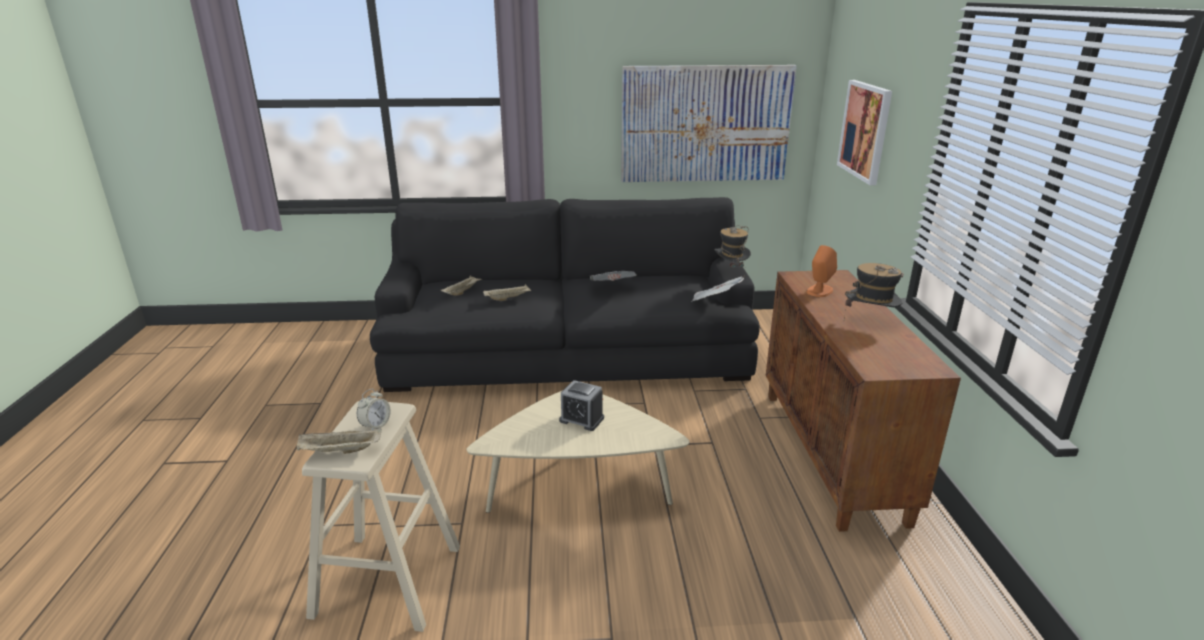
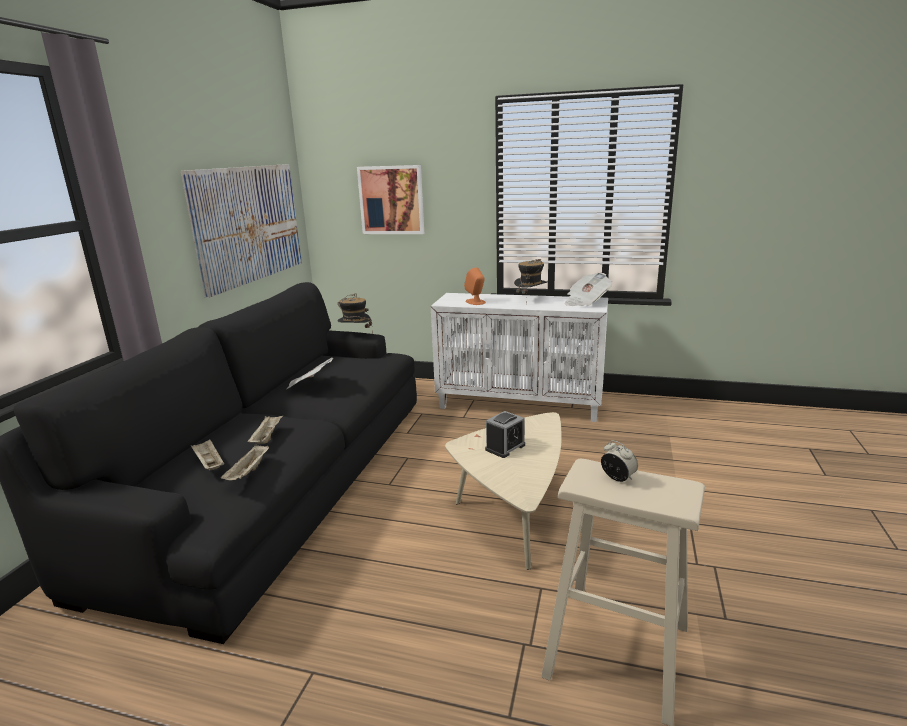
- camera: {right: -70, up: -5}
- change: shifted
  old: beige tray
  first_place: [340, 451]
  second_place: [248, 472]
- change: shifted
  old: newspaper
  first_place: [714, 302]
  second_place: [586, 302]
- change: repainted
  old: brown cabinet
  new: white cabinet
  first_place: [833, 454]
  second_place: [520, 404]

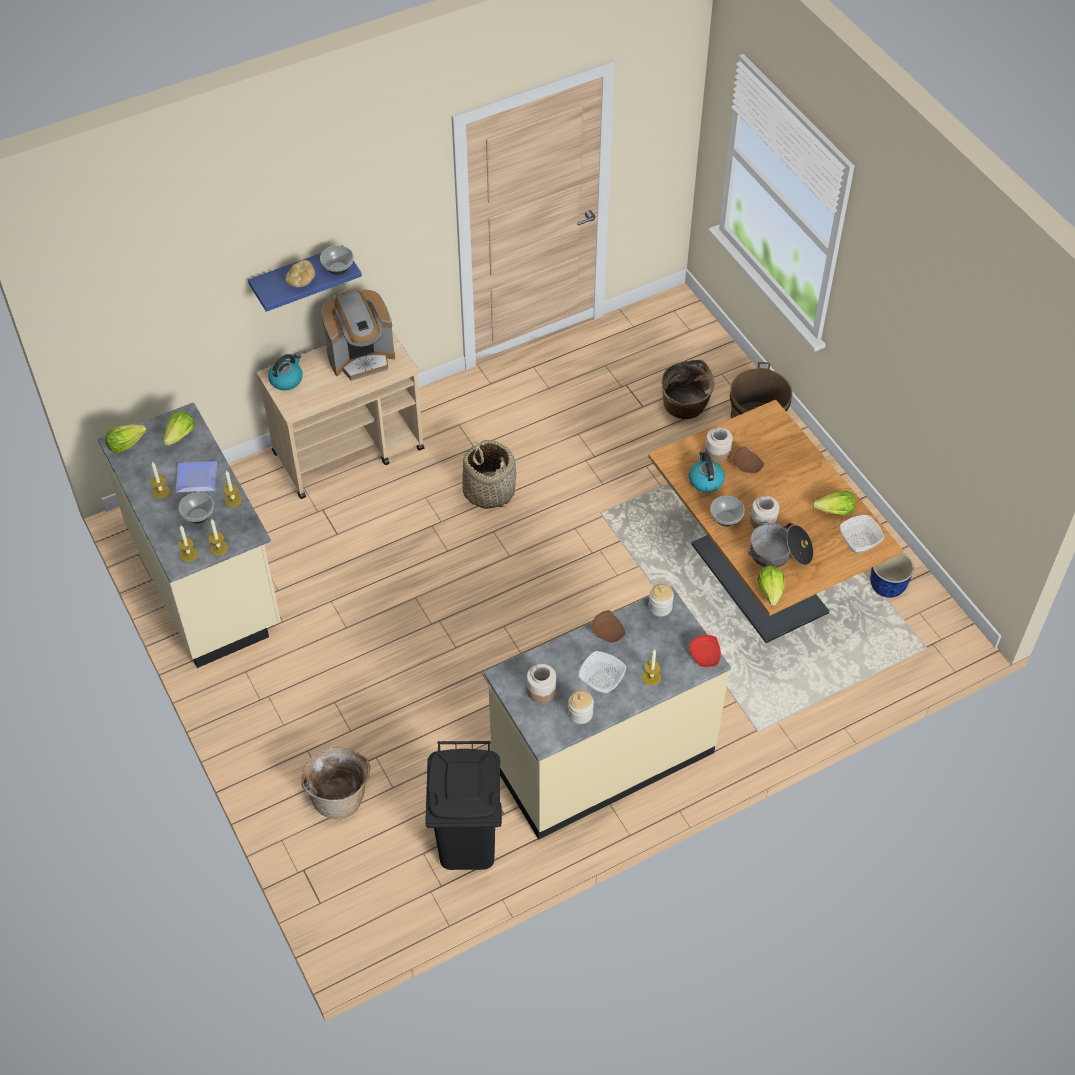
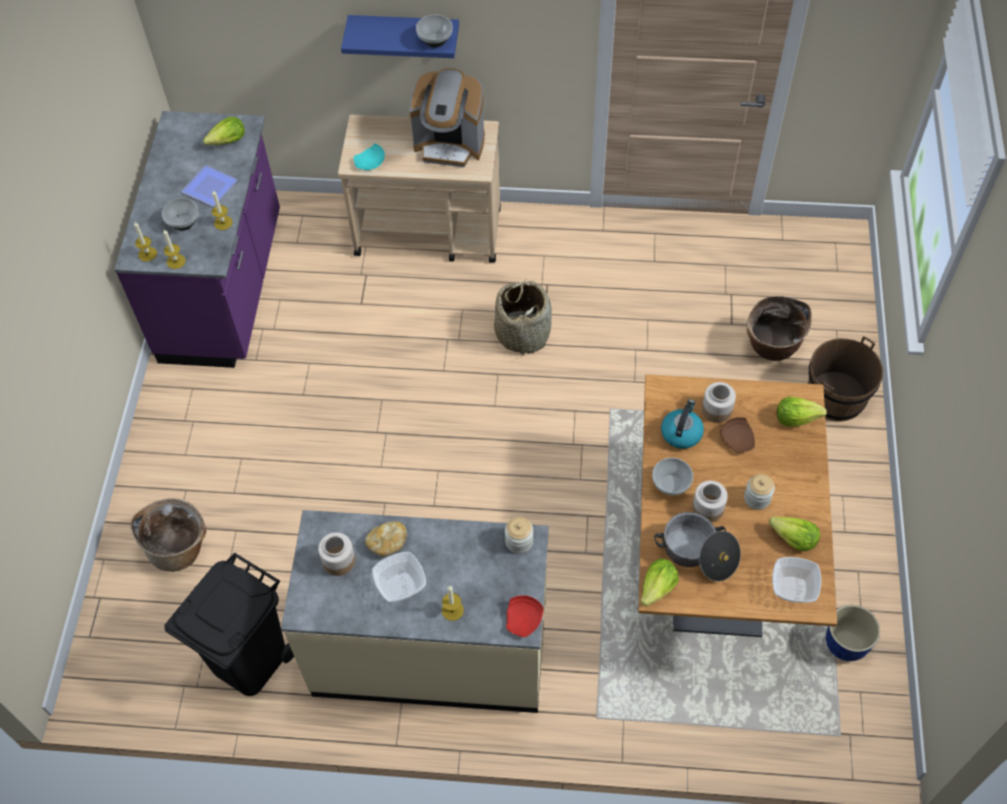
- camera: {right: 35, up: 5}
- change: repainted
  old: beige counter
  new: purple counter
  first_place: [207, 580]
  second_place: [225, 288]
- change: shifted
  old: lettuce
  first_place: [126, 443]
  second_place: [796, 417]
- change: gone
  old: candle
  first_place: [161, 491]
- change: gone
  old: kettle
  first_place: [286, 380]
- change: shifted
  old: bread
  first_place: [301, 280]
  second_place: [387, 543]
- change: shifted
  old: jar
  first_place: [580, 714]
  second_place: [757, 498]
- change: gone
  old: brown plate
  first_place: [608, 631]
- change: new
  new: turquoise plate
  second_place: [370, 163]

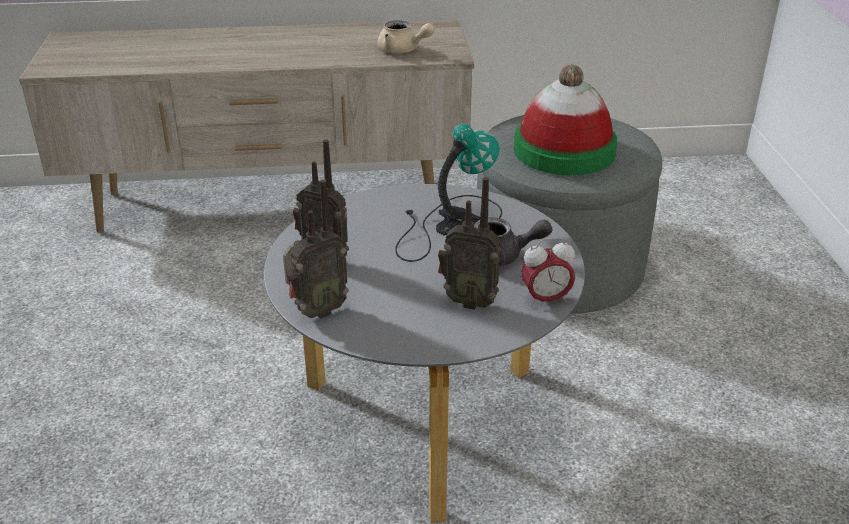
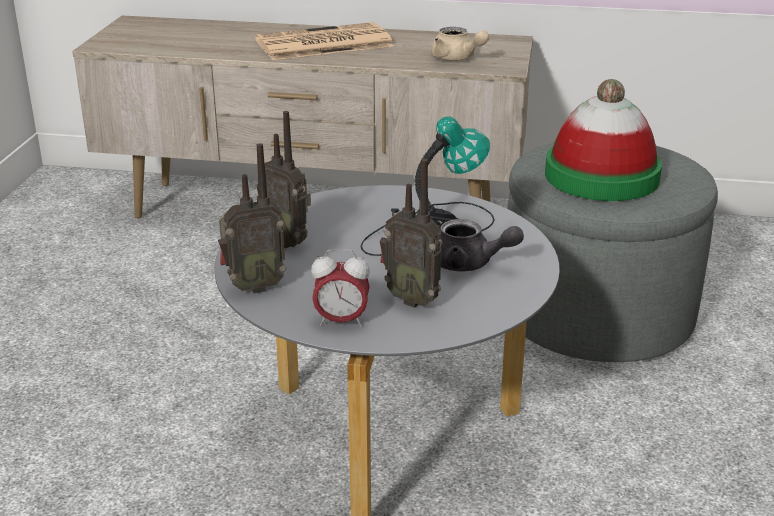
- camera: {right: 15, up: -5}
- change: shifted
  old: alarm clock
  first_place: [545, 300]
  second_place: [341, 321]
- change: new
  new: newspaper
  second_place: [322, 44]

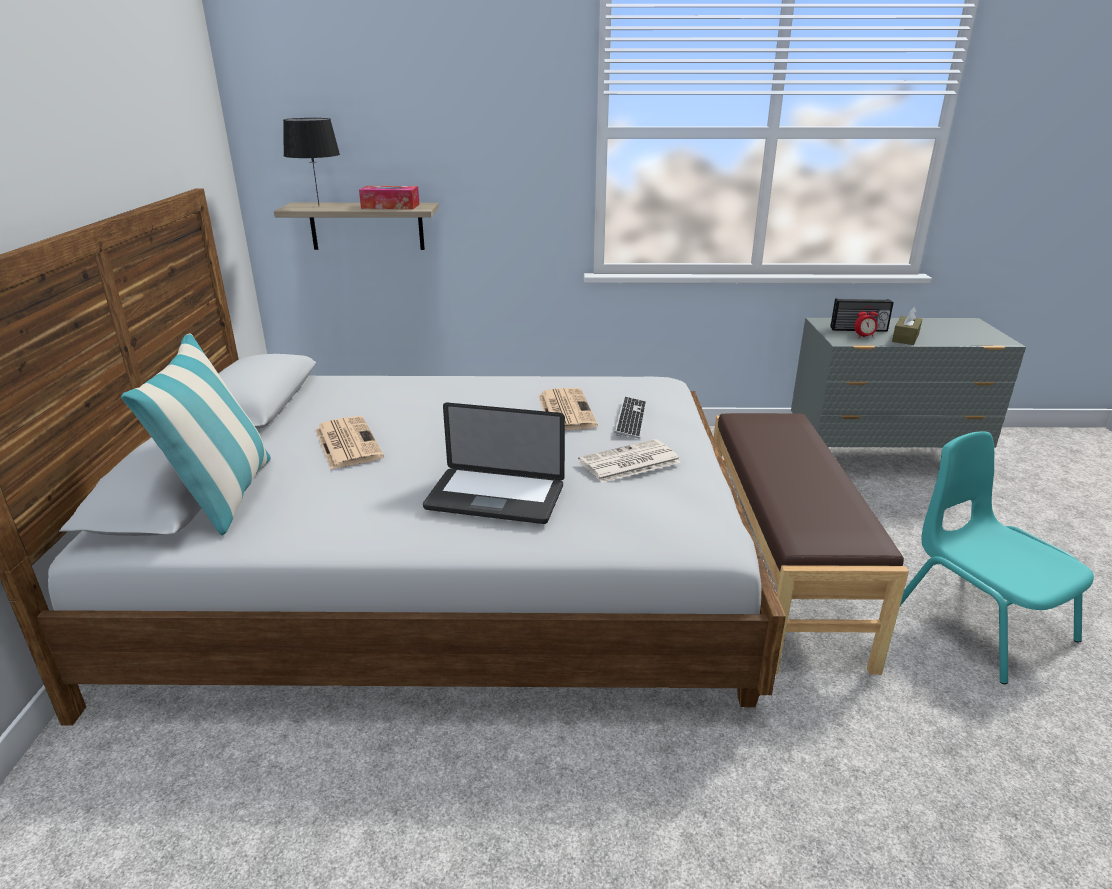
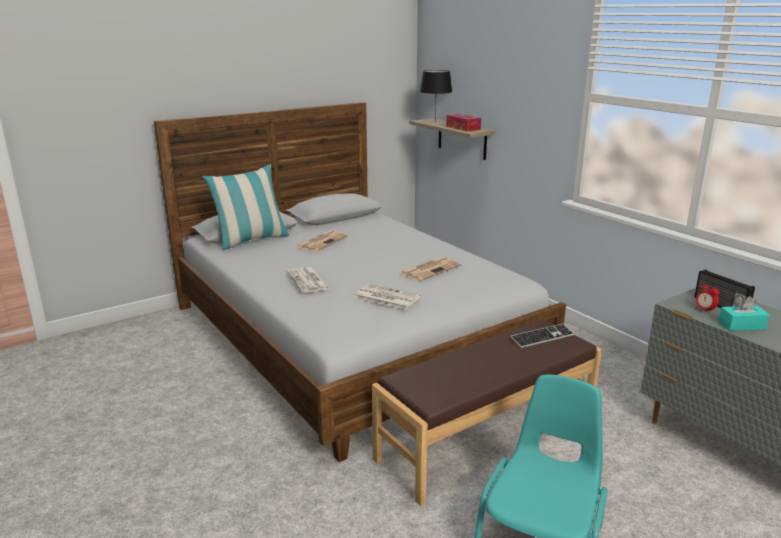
- camera: {right: 55, up: -5}
- change: swapped
  old: laptop
  new: newspaper
  first_place: [495, 497]
  second_place: [308, 281]
- change: shifted
  old: keyboard
  first_place: [631, 419]
  second_place: [542, 337]
- change: repainted
  old: brown tissue box
  new: turquoise tissue box
  first_place: [905, 338]
  second_place: [741, 325]

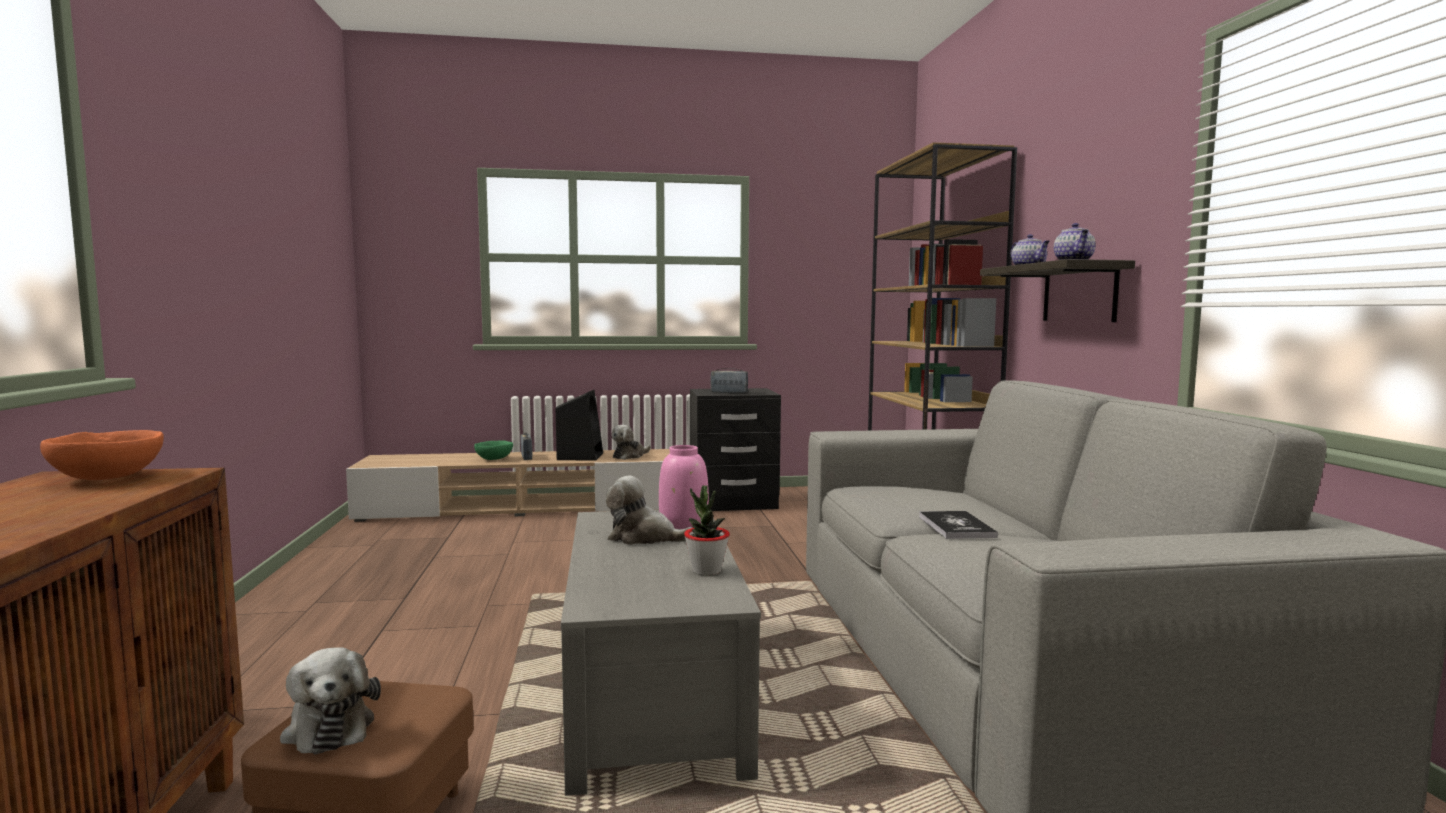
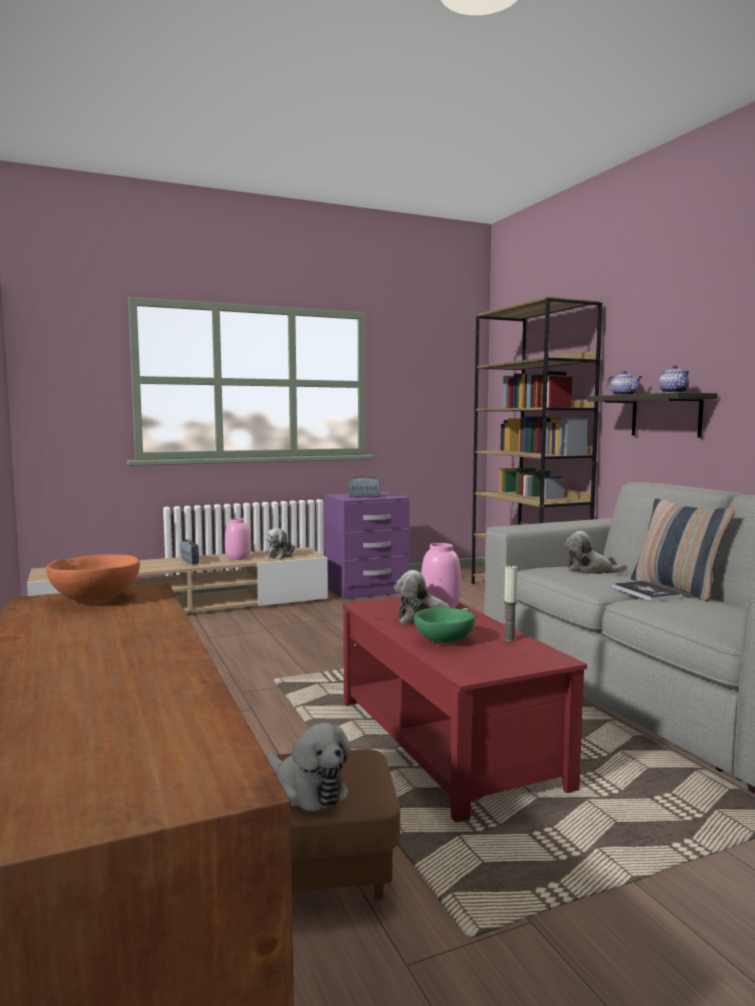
- camera: {right: -15, up: 0}
- change: shifted
  old: green bowl
  first_place: [494, 459]
  second_place: [444, 640]
- change: swapped
  old: black speaker
  new: pink vase
  first_place: [580, 456]
  second_place: [237, 558]
- change: repainted
  old: grey coffee table
  new: red coffee table
  first_place: [655, 693]
  second_place: [448, 742]
- change: swapped
  old: potted plant
  new: candle
  first_place: [706, 571]
  second_place: [509, 639]
- change: repainted
  old: black nightstand
  new: purple nightstand
  first_place: [733, 503]
  second_place: [366, 590]
- change: new
  new: plush toy
  second_place: [590, 571]
- change: new
  new: pillow
  second_place: [677, 588]

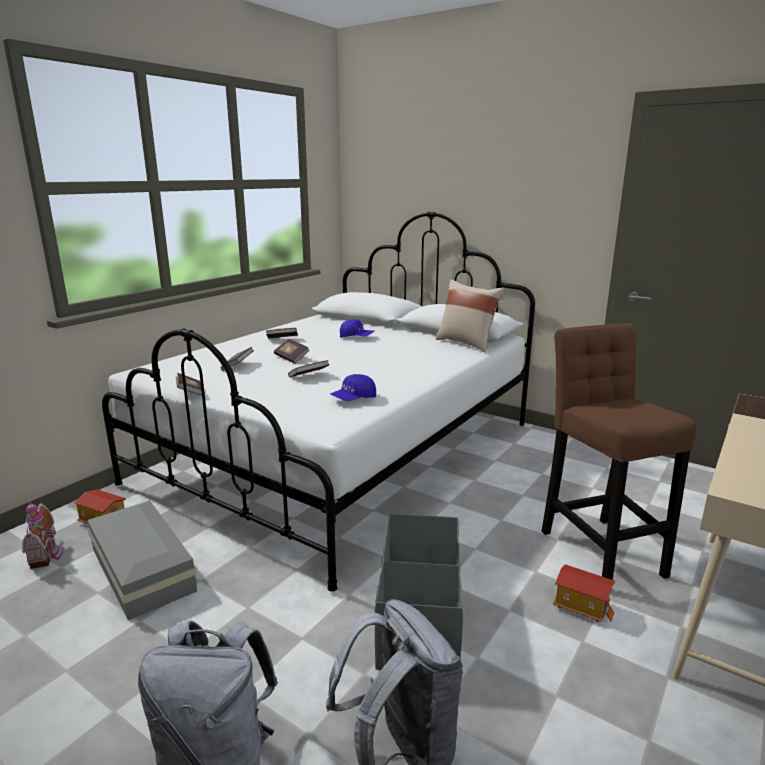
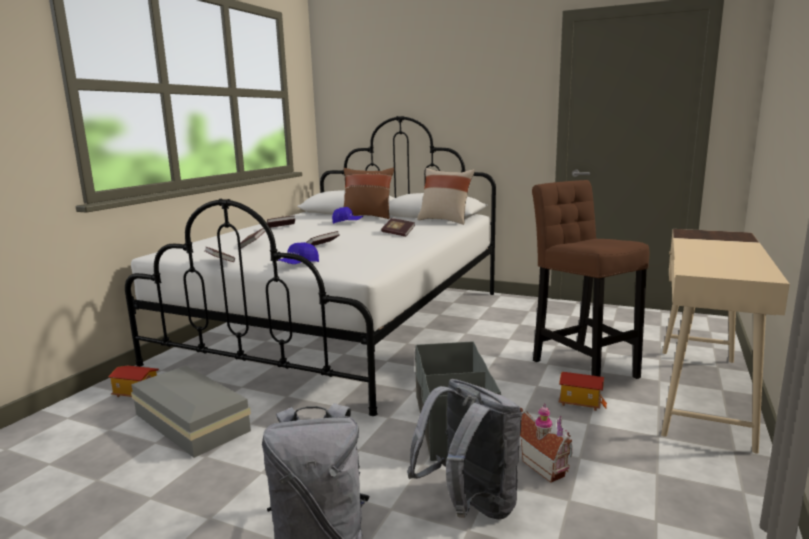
- camera: {right: -10, up: -5}
- change: shifted
  old: toy house
  first_place: [47, 555]
  second_place: [545, 467]
- change: shifted
  old: book
  first_place: [291, 358]
  second_place: [398, 234]
- change: shifted
  old: blue cap
  first_place: [353, 399]
  second_place: [298, 265]
- change: new
  new: brown pillow
  second_place: [368, 217]

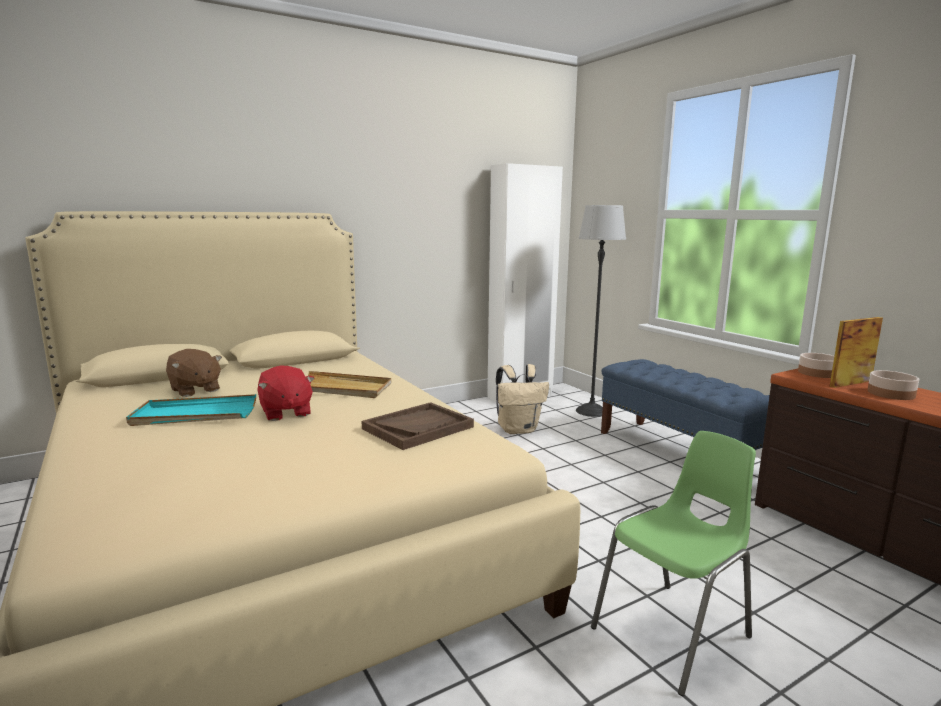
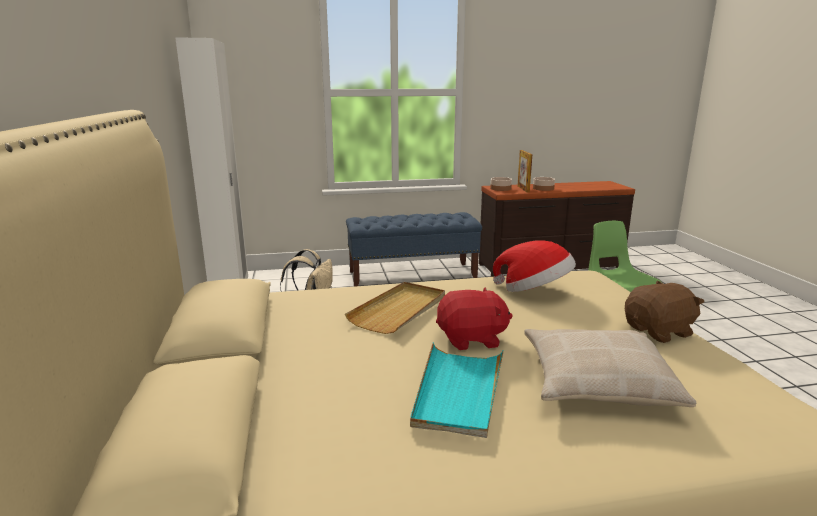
- camera: {right: -70, up: 5}
- change: shifted
  old: brown plush toy
  first_place: [194, 390]
  second_place: [659, 331]
- change: swapped
  old: brown tray
  new: hat
  first_place: [418, 428]
  second_place: [534, 291]
- change: gone
  old: floor lamp
  first_place: [591, 411]
- change: new
  new: beige pillow
  second_place: [596, 381]

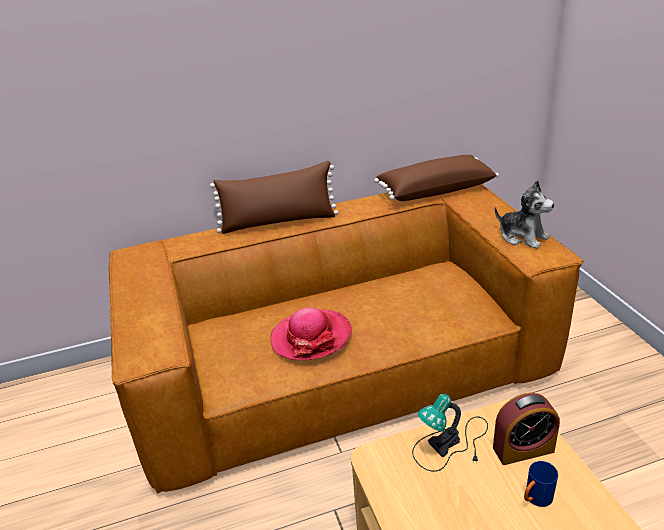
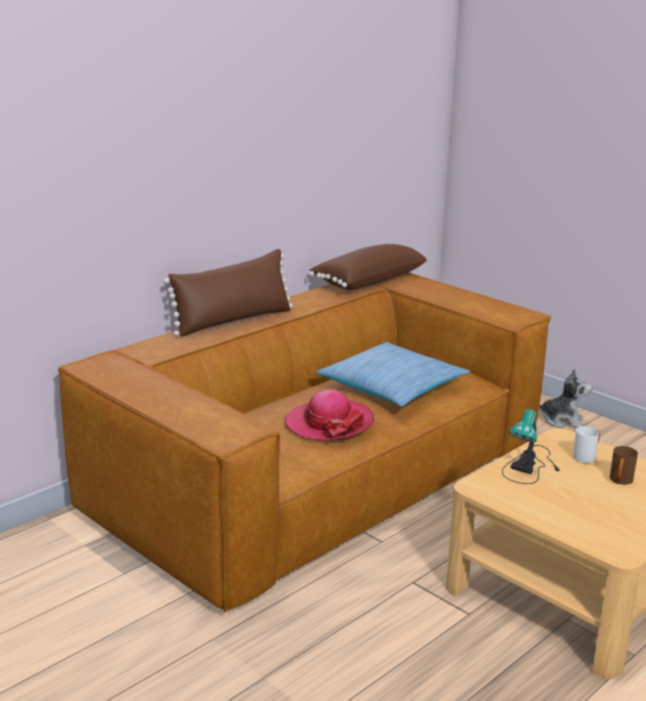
- camera: {right: -30, up: -10}
- change: swapped
  old: alarm clock
  new: white mug
  first_place: [523, 449]
  second_place: [586, 457]
- change: shifted
  old: plush toy
  first_place: [522, 237]
  second_place: [561, 421]
- change: repainted
  old: blue mug
  new: brown mug
  first_place: [535, 499]
  second_place: [620, 481]
- change: new
  new: pillow
  second_place: [392, 387]

